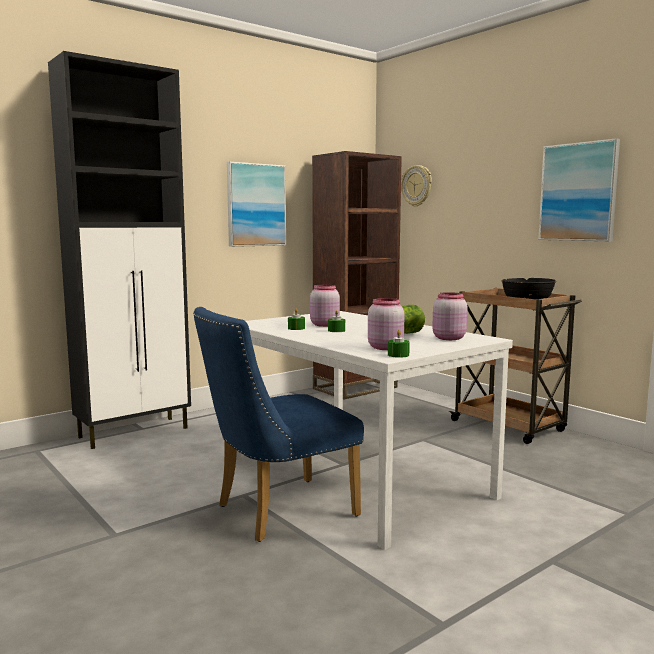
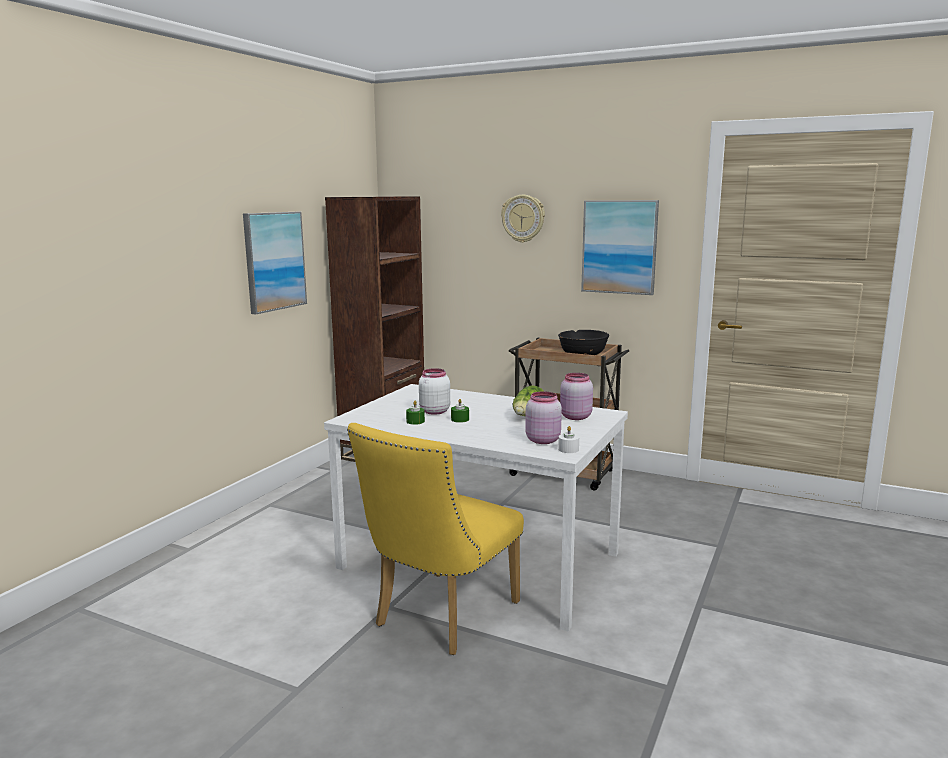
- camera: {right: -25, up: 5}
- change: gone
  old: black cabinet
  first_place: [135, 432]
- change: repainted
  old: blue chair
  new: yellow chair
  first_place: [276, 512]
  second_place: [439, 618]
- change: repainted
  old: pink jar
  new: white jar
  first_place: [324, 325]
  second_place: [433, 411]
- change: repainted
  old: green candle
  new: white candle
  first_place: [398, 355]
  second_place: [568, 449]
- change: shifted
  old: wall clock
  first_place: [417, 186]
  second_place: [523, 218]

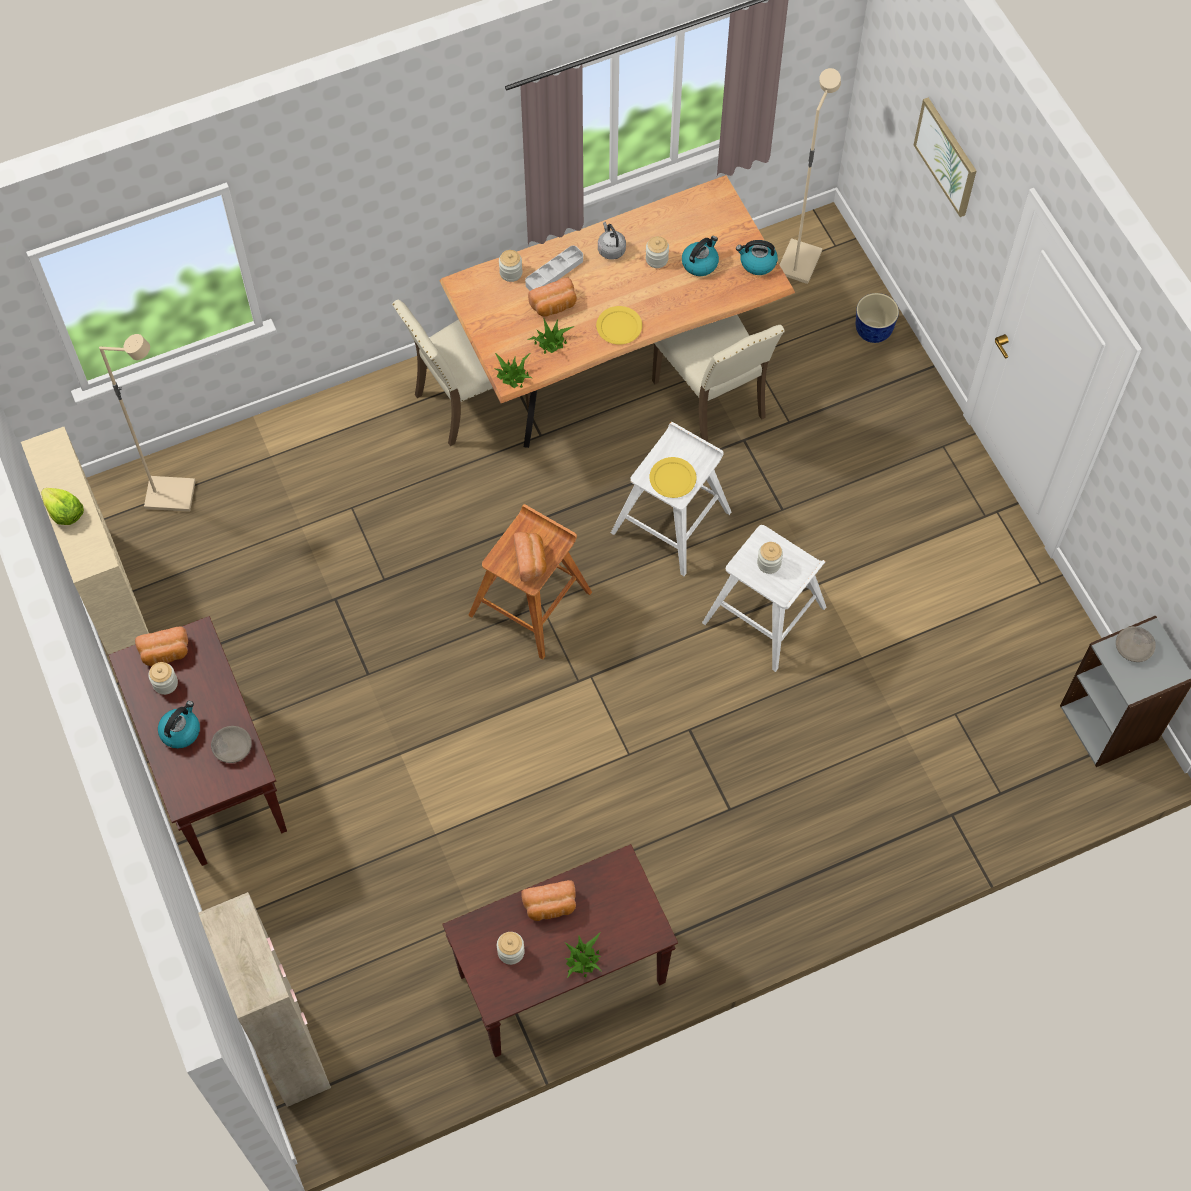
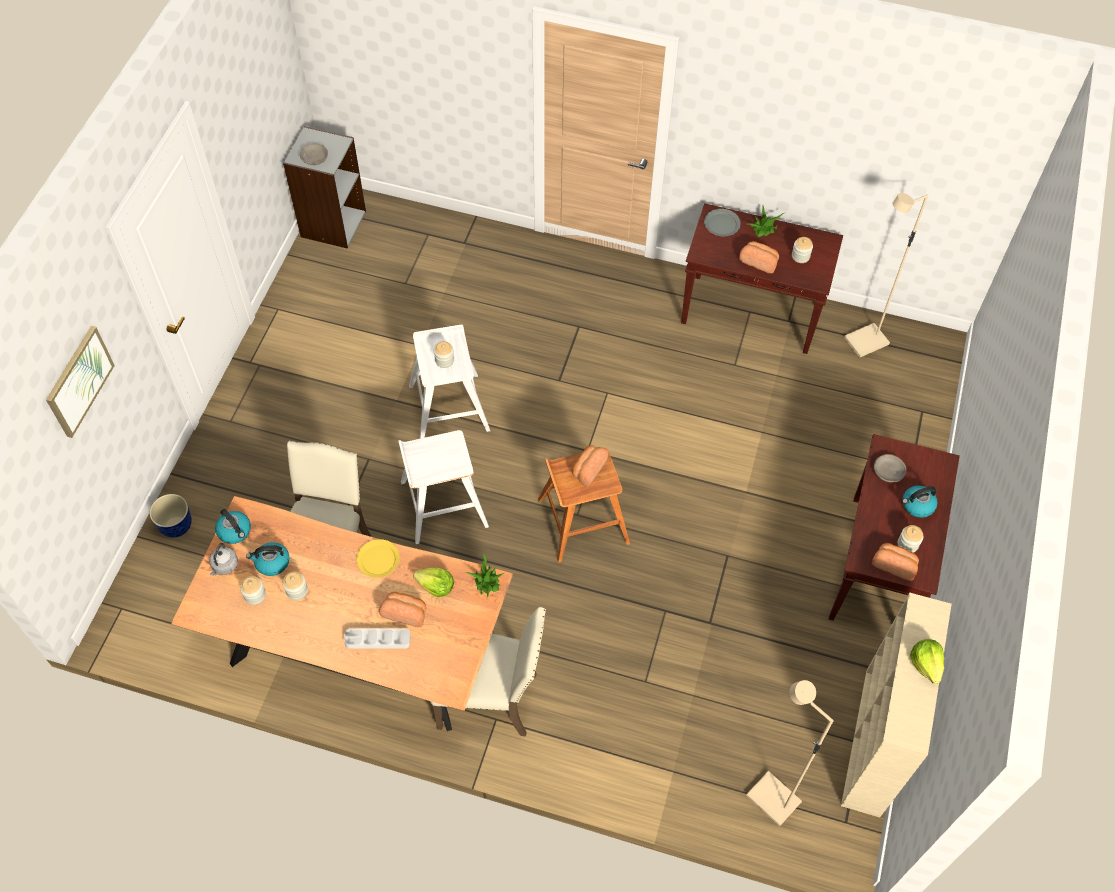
- camera: {right: -140, up: -5}
- change: gone
  old: beige cabinet
  first_place: [291, 1050]
- change: shifted
  old: jar
  first_place: [511, 273]
  second_place: [255, 595]
- change: swapped
  old: potted plant
  new: lettuce
  first_place: [550, 341]
  second_place: [436, 586]
- change: shifted
  old: grey kettle
  first_place: [611, 249]
  second_place: [224, 566]
- change: gone
  old: yellow plate
  first_place: [672, 478]
- change: shifted
  old: beige floor lamp
  first_place: [798, 262]
  second_place: [866, 343]
- change: new
  new: grey plate
  second_place: [722, 224]

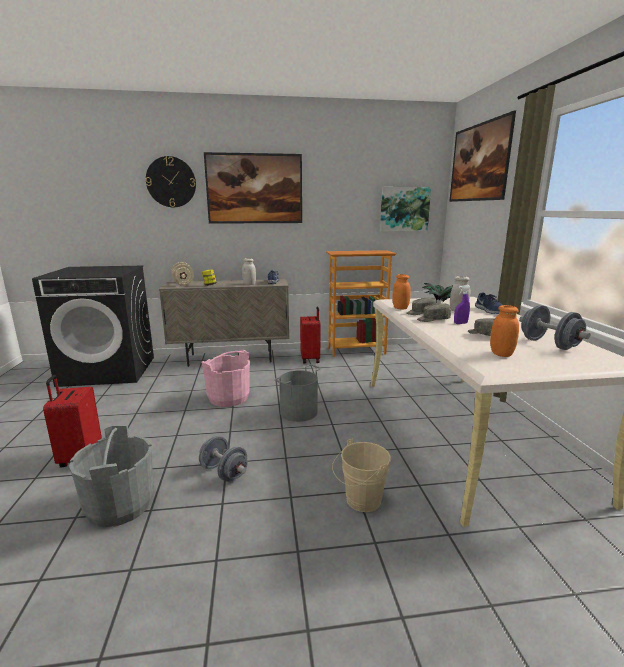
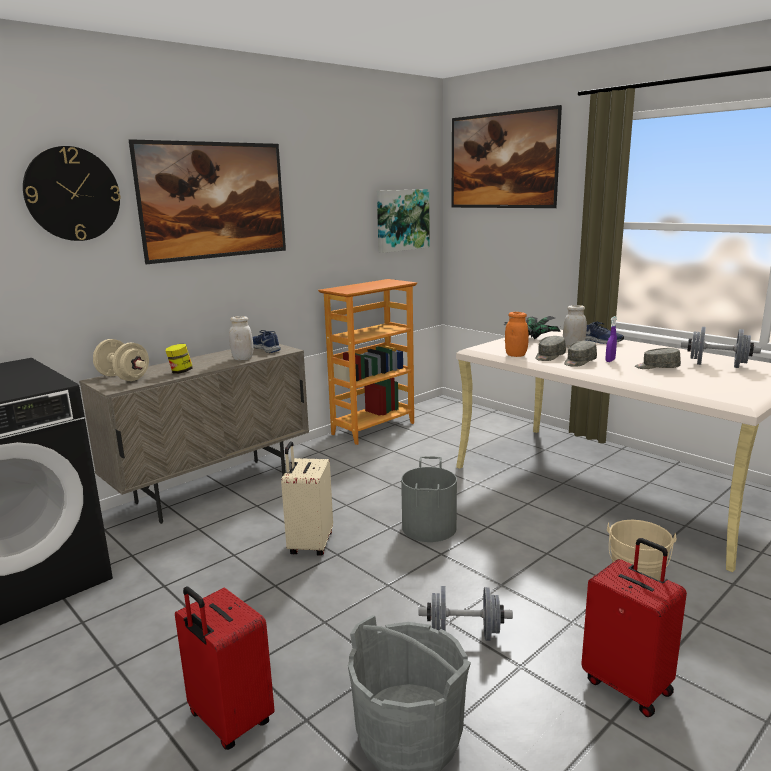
- camera: {right: -35, up: 0}
- change: swapped
  old: pink bucket
  new: beige suitcase
  first_place: [228, 398]
  second_place: [309, 544]
- change: shifted
  old: red suitcase
  first_place: [311, 359]
  second_place: [628, 685]
- change: gone
  old: orange jar
  first_place: [501, 354]

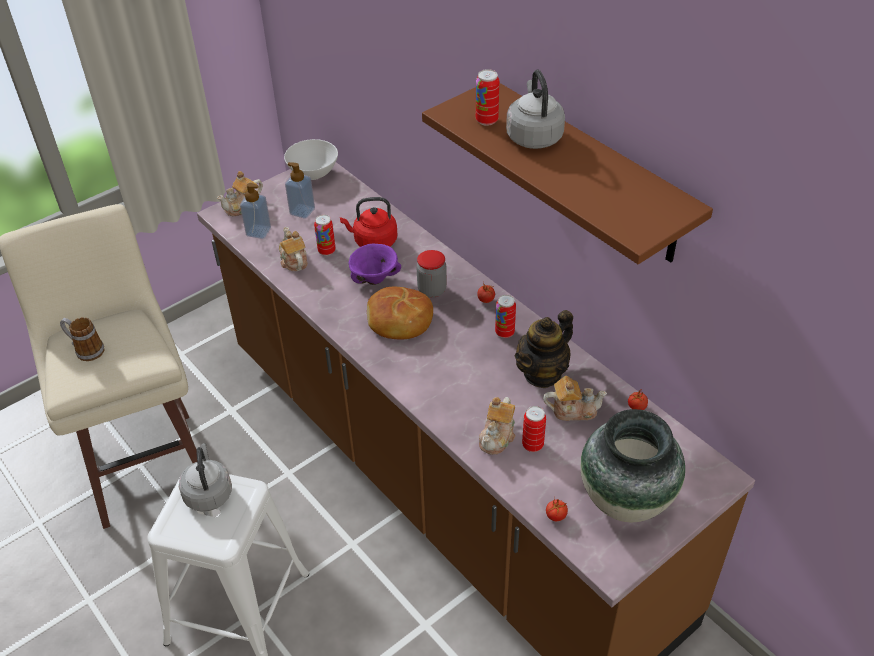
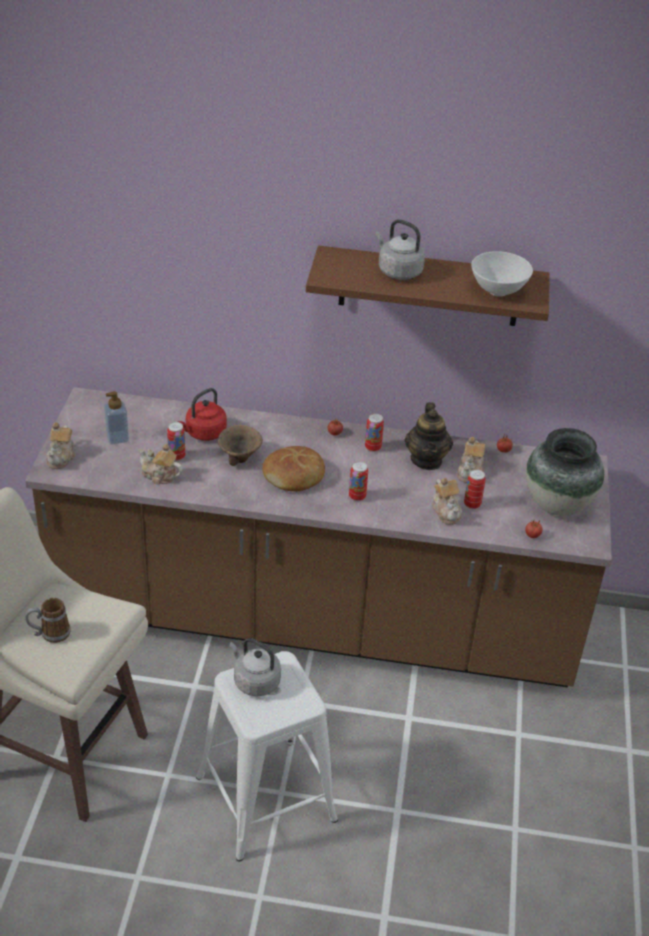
- camera: {right: -45, up: -5}
- change: gone
  old: soap dispenser
  first_place: [258, 232]
- change: shifted
  old: white bowl
  first_place: [313, 175]
  second_place: [498, 292]
- change: repainted
  old: purple bowl
  new: brown bowl
  first_place: [375, 279]
  second_place: [240, 457]
- change: gone
  old: jar
  first_place: [432, 290]
- change: shifted
  old: can
  first_place: [486, 120]
  second_place: [357, 496]
- change: rotated
  old: teapot
  first_place: [573, 410]
  second_place: [470, 471]
  degrees: 150

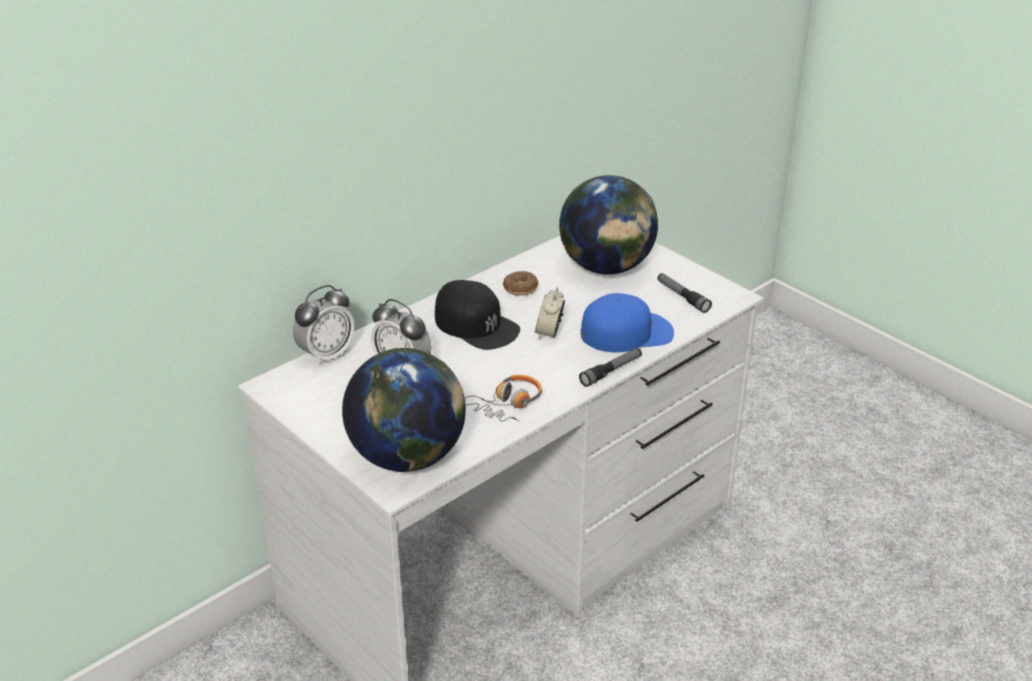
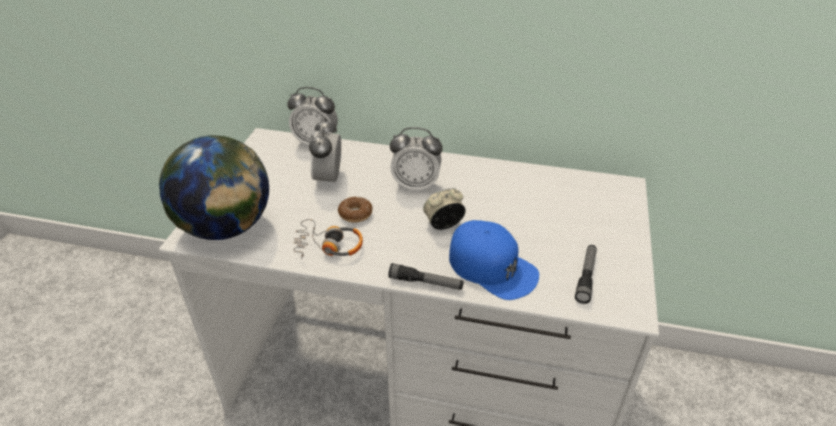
- camera: {right: 55, up: 5}
- change: swapped
  old: black cap
  new: alarm clock
  first_place: [476, 324]
  second_place: [416, 185]
- change: shifted
  old: donut
  first_place: [520, 288]
  second_place: [355, 214]
- change: gone
  old: globe
  first_place: [606, 268]

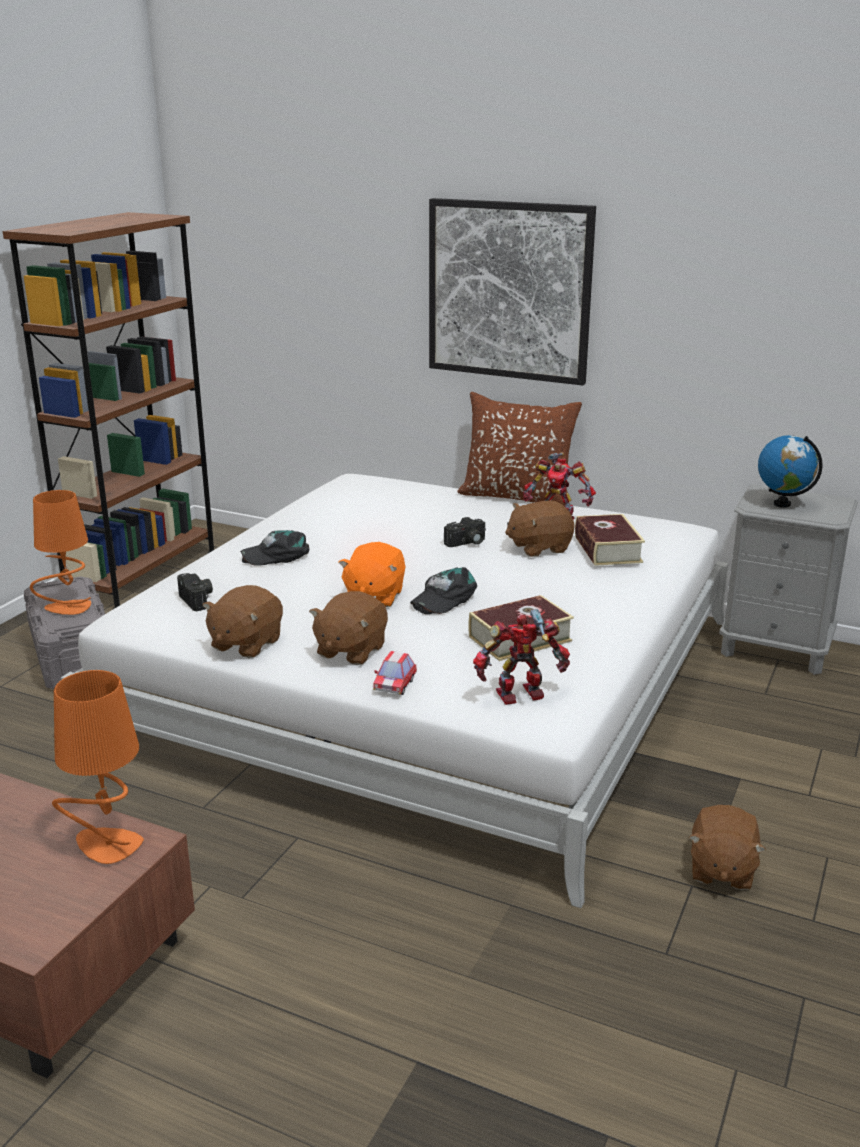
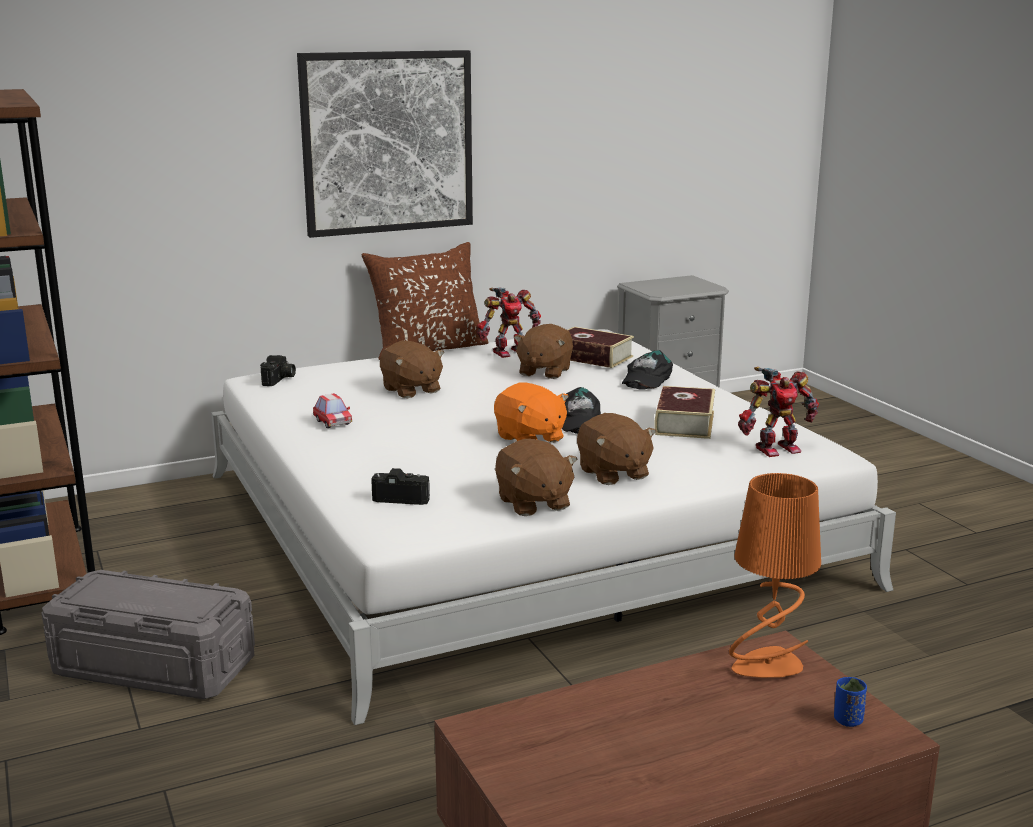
- camera: {right: -50, up: -5}
- change: gone
  old: orange table lamp
  first_place: [68, 609]
- change: shifted
  old: black cap
  first_place: [277, 555]
  second_place: [646, 378]
- change: shifted
  old: toy car
  first_place: [395, 685]
  second_place: [332, 422]
- change: shifted
  old: photo camera
  first_place: [466, 543]
  second_place: [279, 380]
- change: rotated
  old: toy robot
  first_place: [521, 696]
  second_place: [775, 448]
  degrees: -135
- change: shifted
  old: brown plush toy
  first_place: [721, 869]
  second_place: [411, 390]
- change: gone
  old: globe
  first_place: [782, 504]
- change: new
  new: blue cup
  second_place: [848, 720]

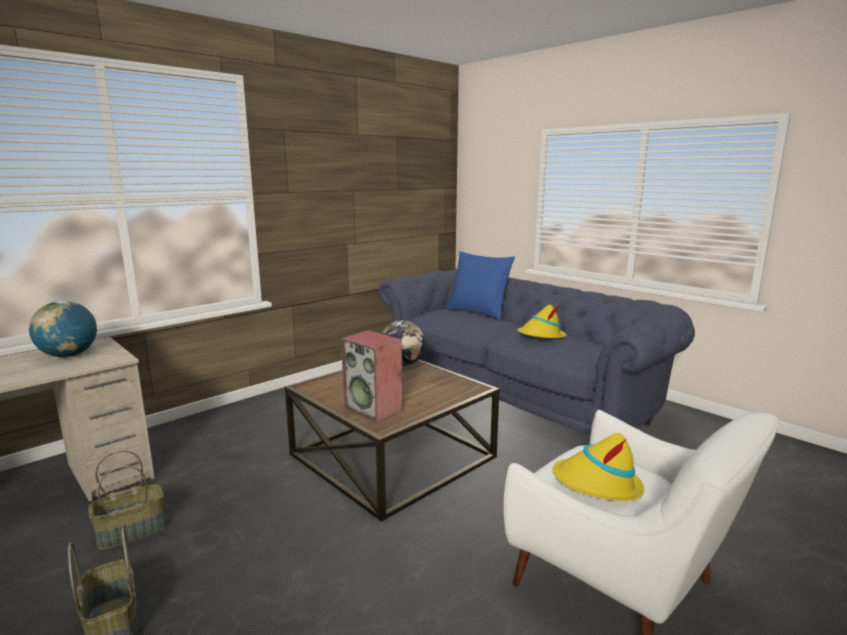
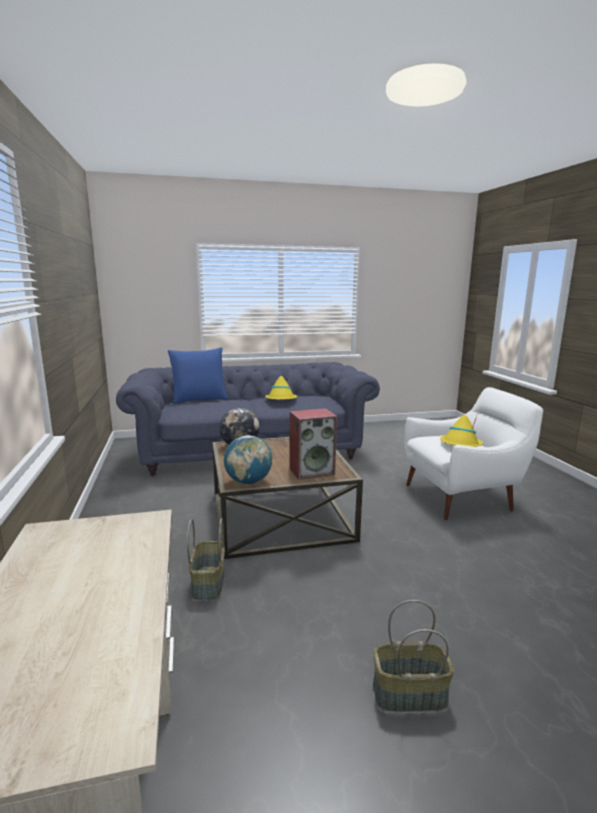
- camera: {right: -60, up: 0}
- change: shifted
  old: globe
  first_place: [69, 356]
  second_place: [248, 482]
- change: shifted
  old: basket
  first_place: [132, 531]
  second_place: [207, 582]

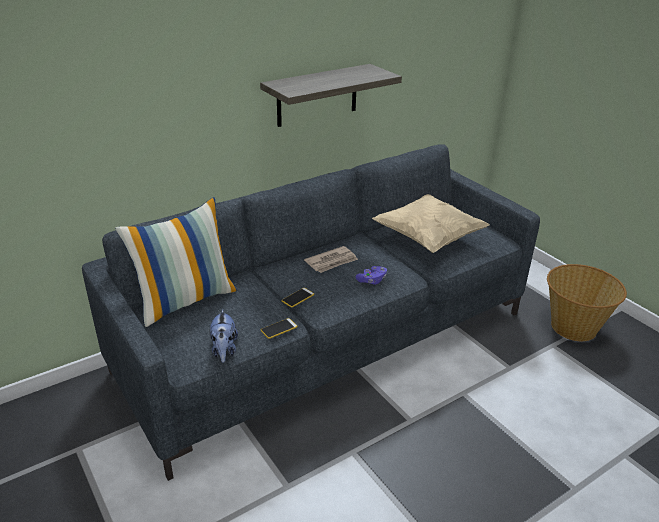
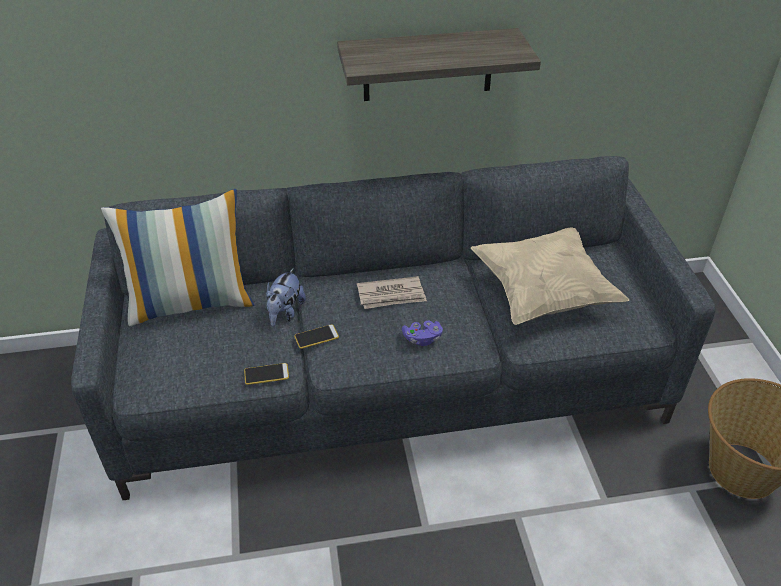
- camera: {right: 25, up: 10}
- change: shifted
  old: plush toy
  first_place: [224, 350]
  second_place: [285, 313]

